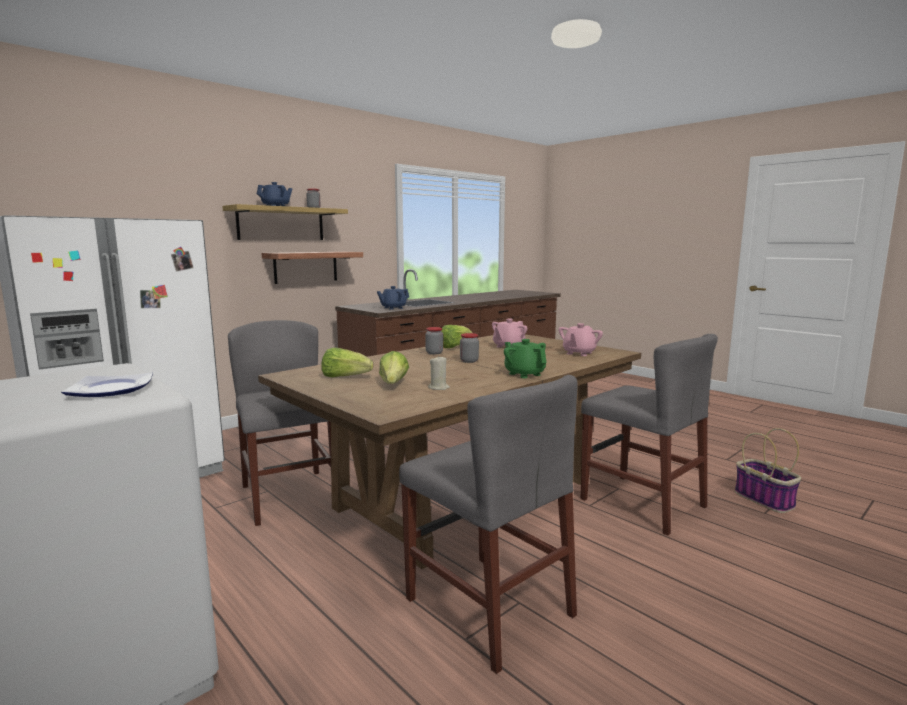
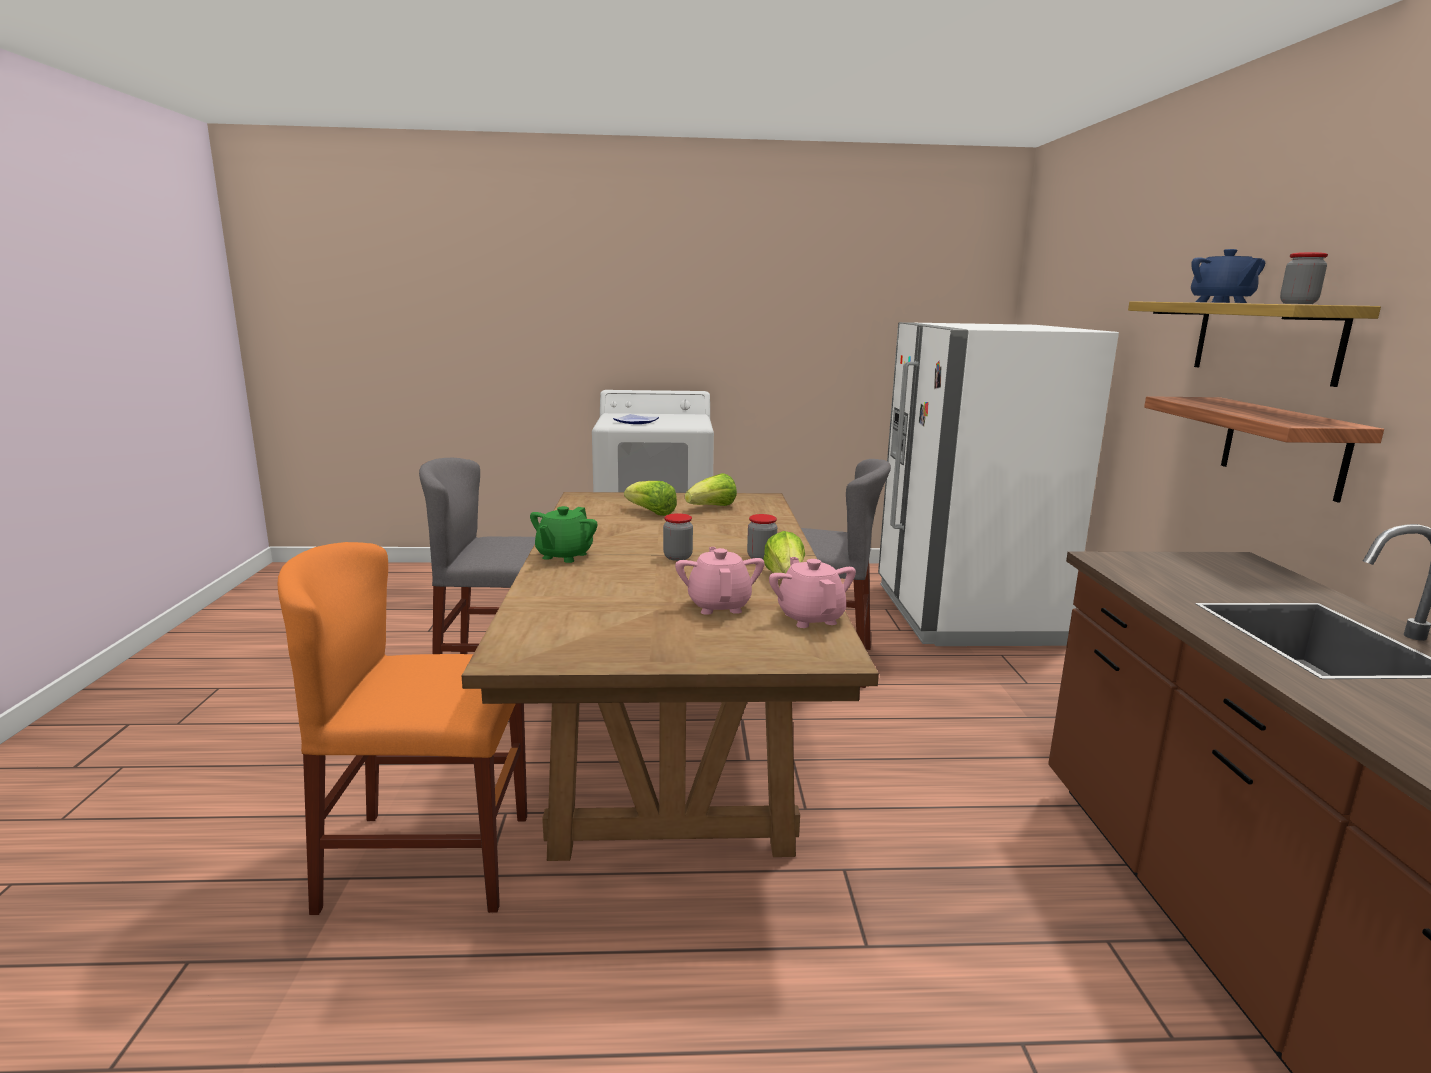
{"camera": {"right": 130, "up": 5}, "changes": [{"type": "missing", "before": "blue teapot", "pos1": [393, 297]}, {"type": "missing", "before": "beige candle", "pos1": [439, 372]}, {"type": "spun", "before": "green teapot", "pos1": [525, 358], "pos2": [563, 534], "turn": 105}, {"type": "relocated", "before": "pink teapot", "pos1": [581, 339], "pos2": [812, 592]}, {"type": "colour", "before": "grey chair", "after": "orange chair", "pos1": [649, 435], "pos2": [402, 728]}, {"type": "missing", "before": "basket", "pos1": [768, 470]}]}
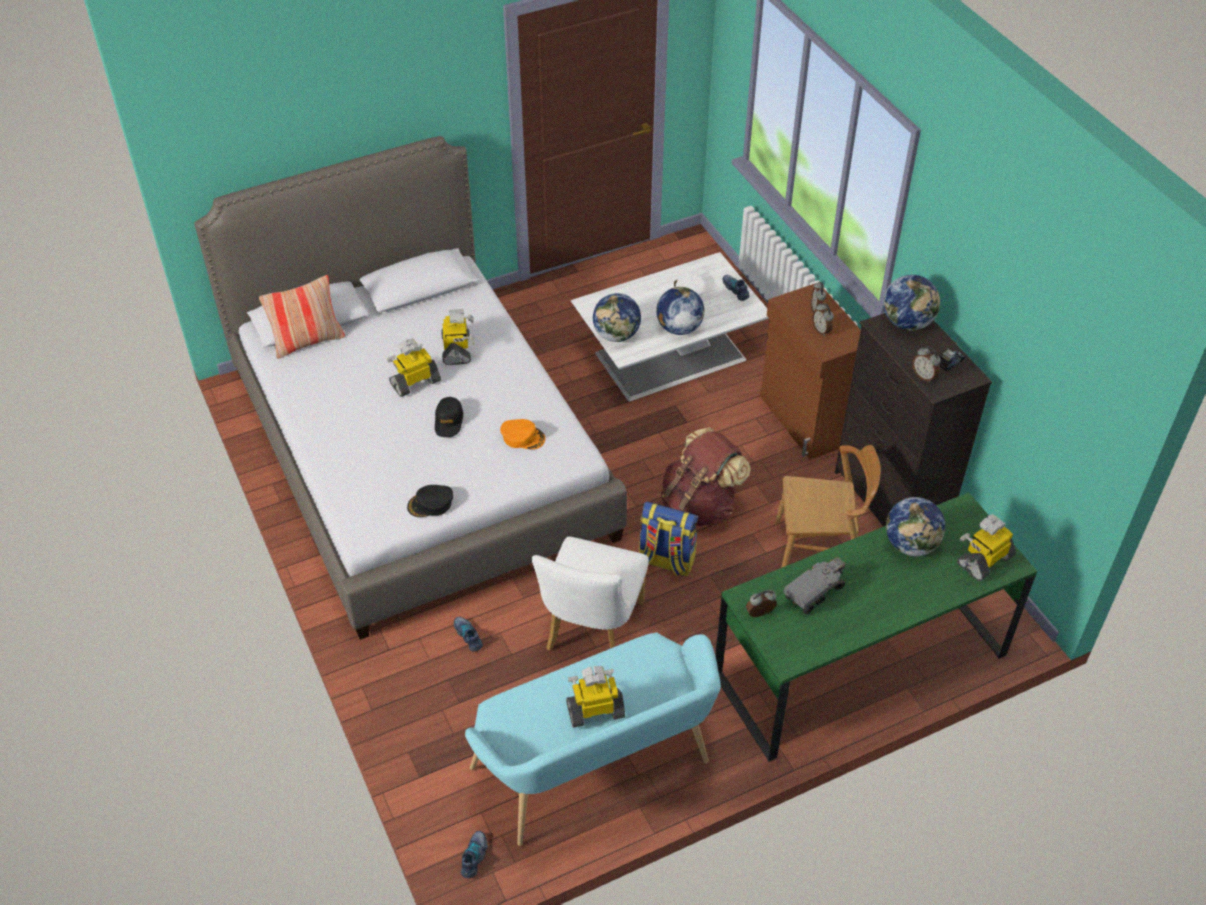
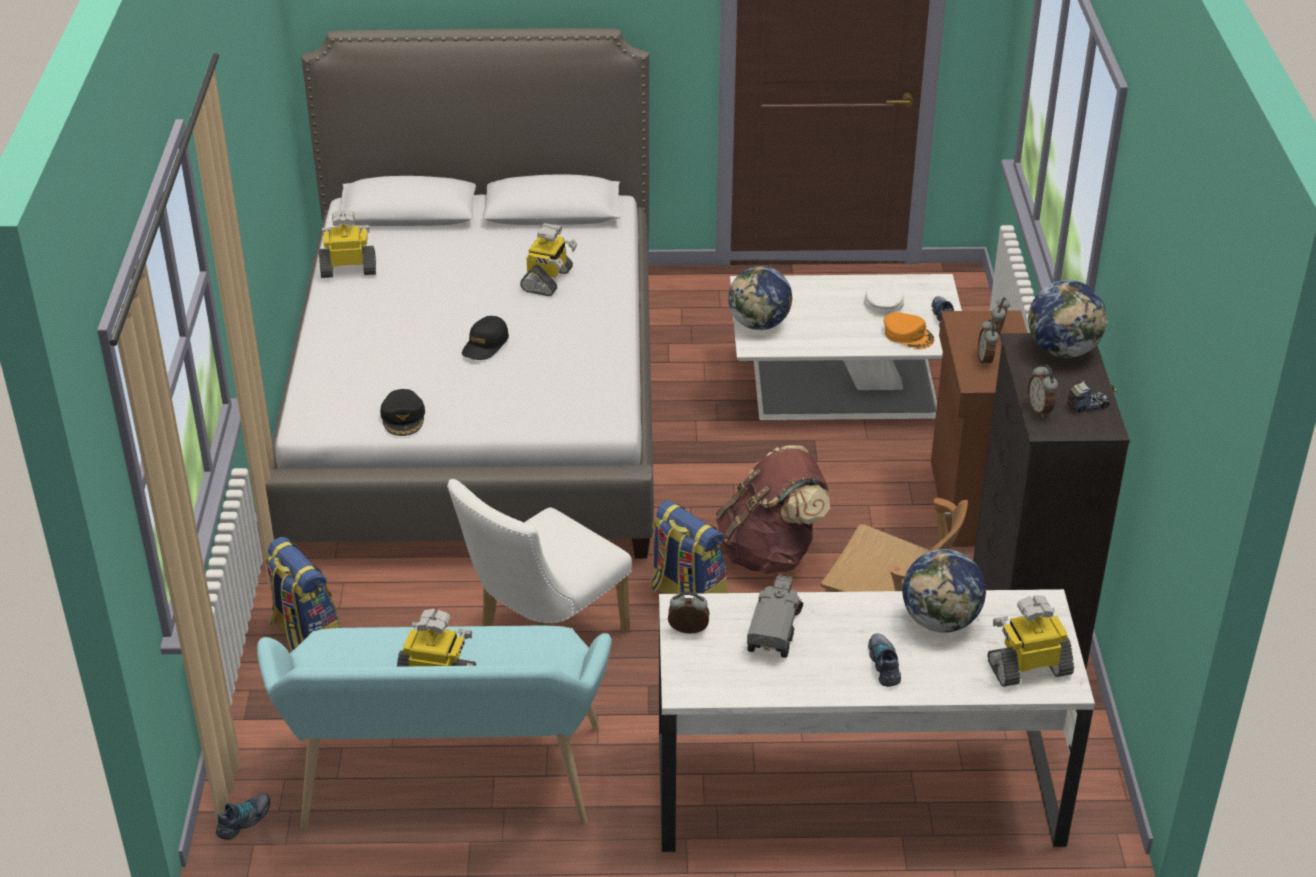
{"camera": {"right": 25, "up": -10}, "changes": [{"type": "missing", "before": "pillow", "pos1": [302, 317]}, {"type": "relocated", "before": "toy robot", "pos1": [414, 368], "pos2": [347, 243]}, {"type": "spun", "before": "black cap", "pos1": [430, 501], "pos2": [402, 412], "turn": -105}, {"type": "relocated", "before": "shoe", "pos1": [468, 634], "pos2": [884, 660]}, {"type": "relocated", "before": "orange cap", "pos1": [522, 434], "pos2": [909, 330]}, {"type": "missing", "before": "globe", "pos1": [680, 311]}, {"type": "colour", "before": "green desk", "after": "white desk", "pos1": [876, 627], "pos2": [877, 720]}, {"type": "spun", "before": "toy truck", "pos1": [814, 585], "pos2": [775, 616], "turn": -60}, {"type": "appeared", "after": "backpack", "pos2": [302, 594]}]}
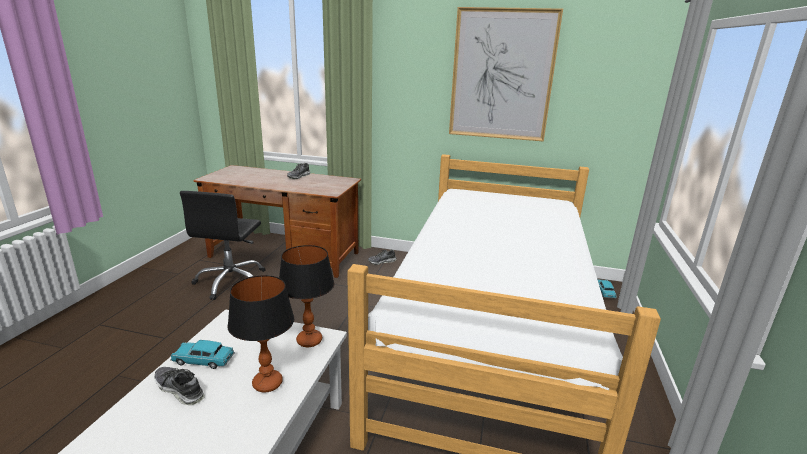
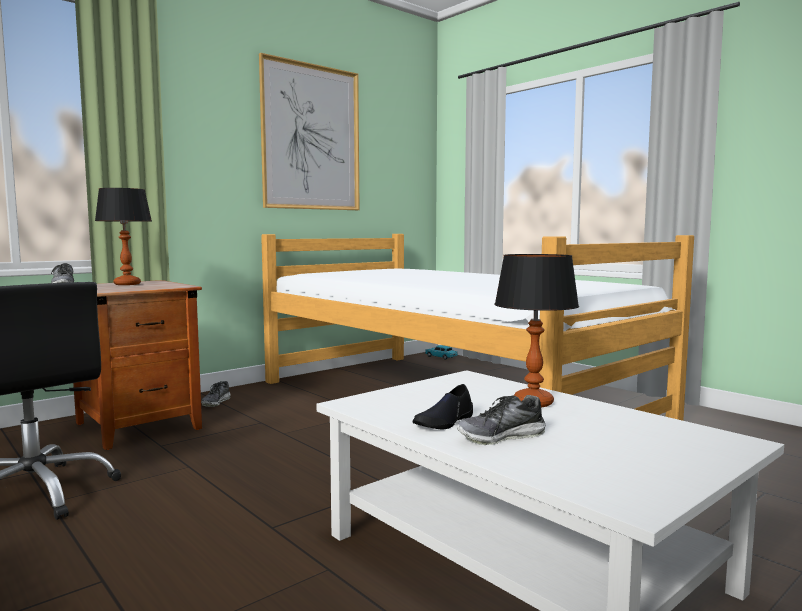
{"camera": {"right": -55, "up": -15}, "changes": [{"type": "exchanged", "before": "turquoise toy car", "after": "black shoe", "pos1": [202, 354], "pos2": [443, 406]}, {"type": "relocated", "before": "table lamp", "pos1": [306, 296], "pos2": [123, 236]}]}
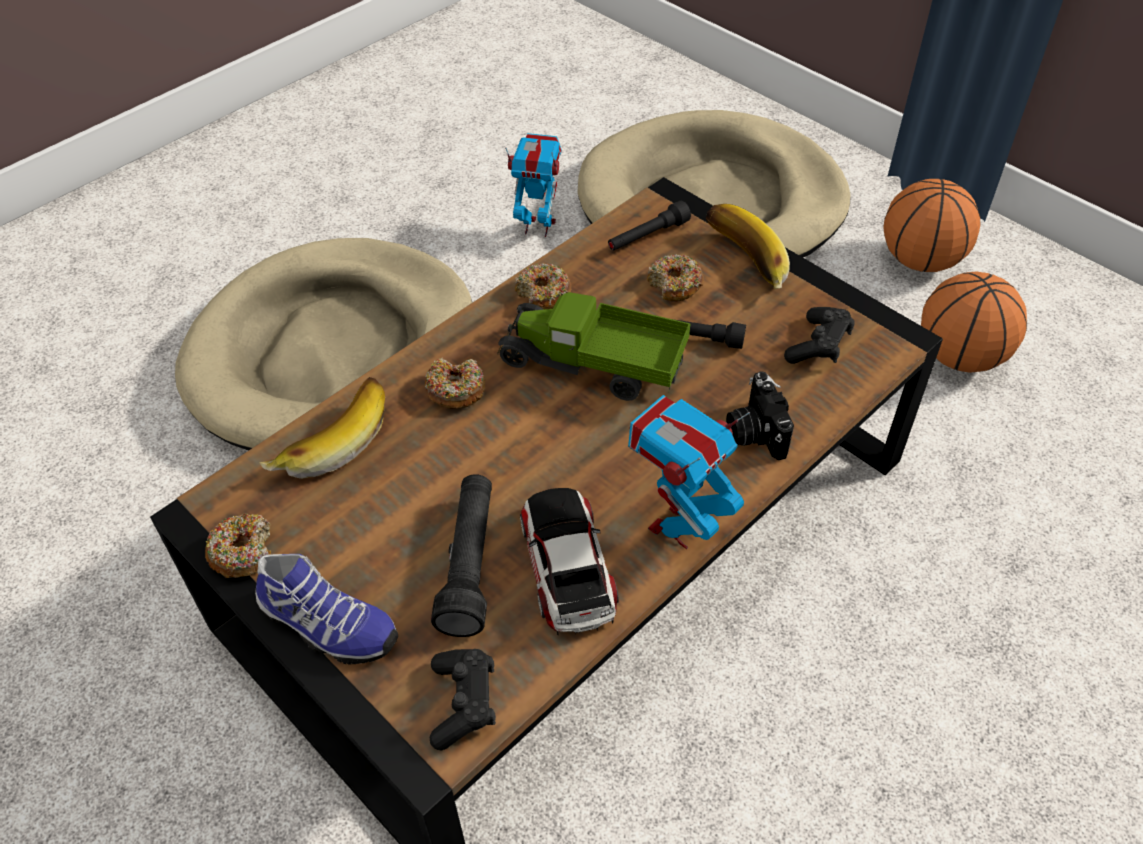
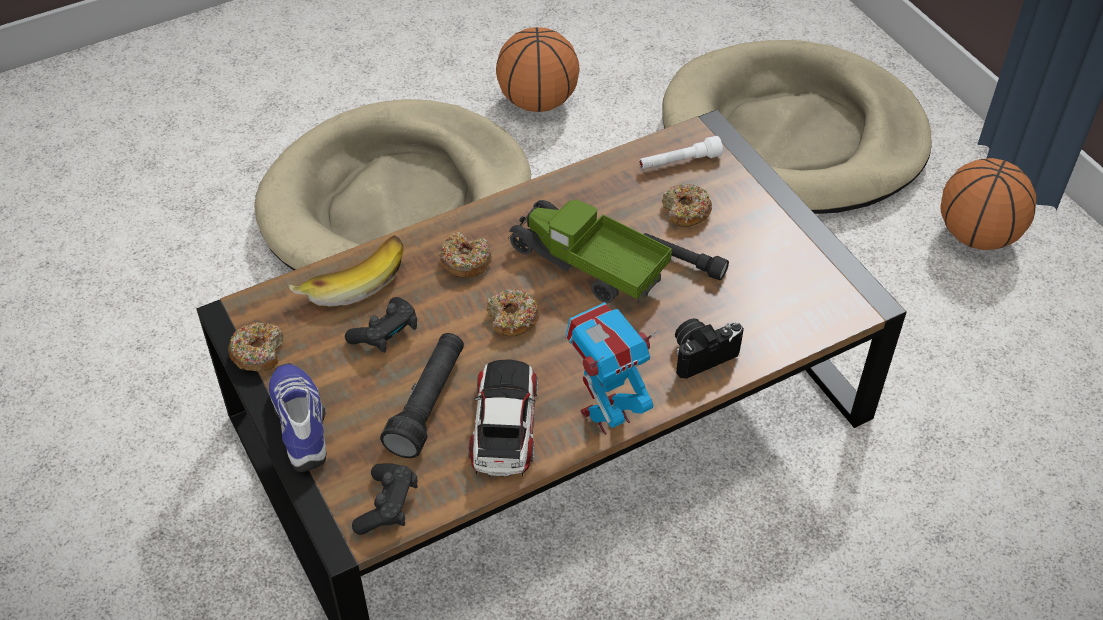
{"camera": {"right": 15, "up": 0}, "changes": [{"type": "spun", "before": "shoe", "pos1": [326, 609], "pos2": [298, 417], "turn": -150}, {"type": "missing", "before": "toy robot", "pos1": [533, 185]}, {"type": "relocated", "before": "donut", "pos1": [543, 286], "pos2": [513, 313]}, {"type": "colour", "before": "black flashlight", "after": "white flashlight", "pos1": [649, 226], "pos2": [681, 152]}, {"type": "missing", "before": "banana", "pos1": [748, 246]}, {"type": "spun", "before": "photo camera", "pos1": [760, 415], "pos2": [709, 348], "turn": 60}, {"type": "relocated", "before": "black game controller", "pos1": [819, 335], "pos2": [381, 325]}, {"type": "relocated", "before": "basketball", "pos1": [974, 322], "pos2": [537, 69]}]}
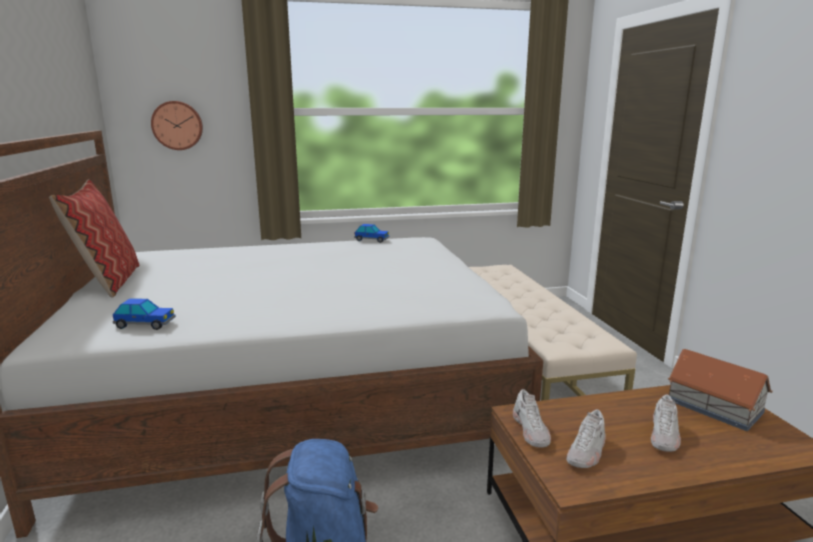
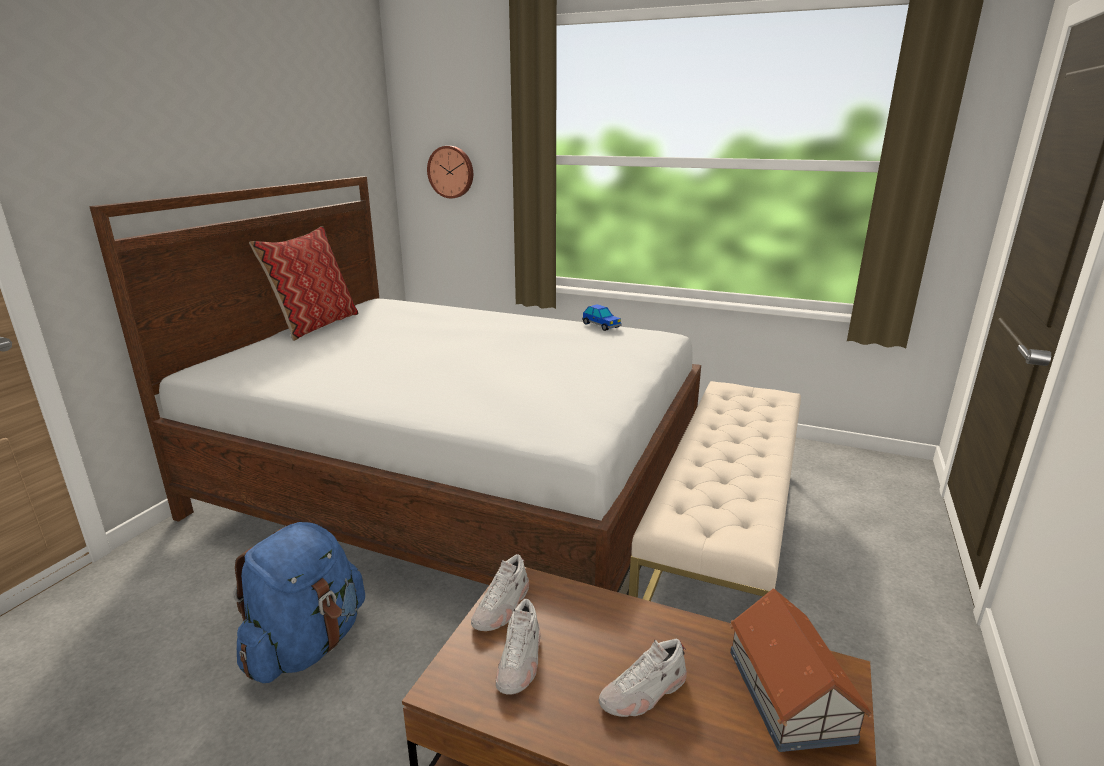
{"camera": {"right": 35, "up": 5}, "changes": [{"type": "missing", "before": "toy car", "pos1": [144, 314]}, {"type": "spun", "before": "white shoe", "pos1": [586, 438], "pos2": [518, 646], "turn": -60}]}
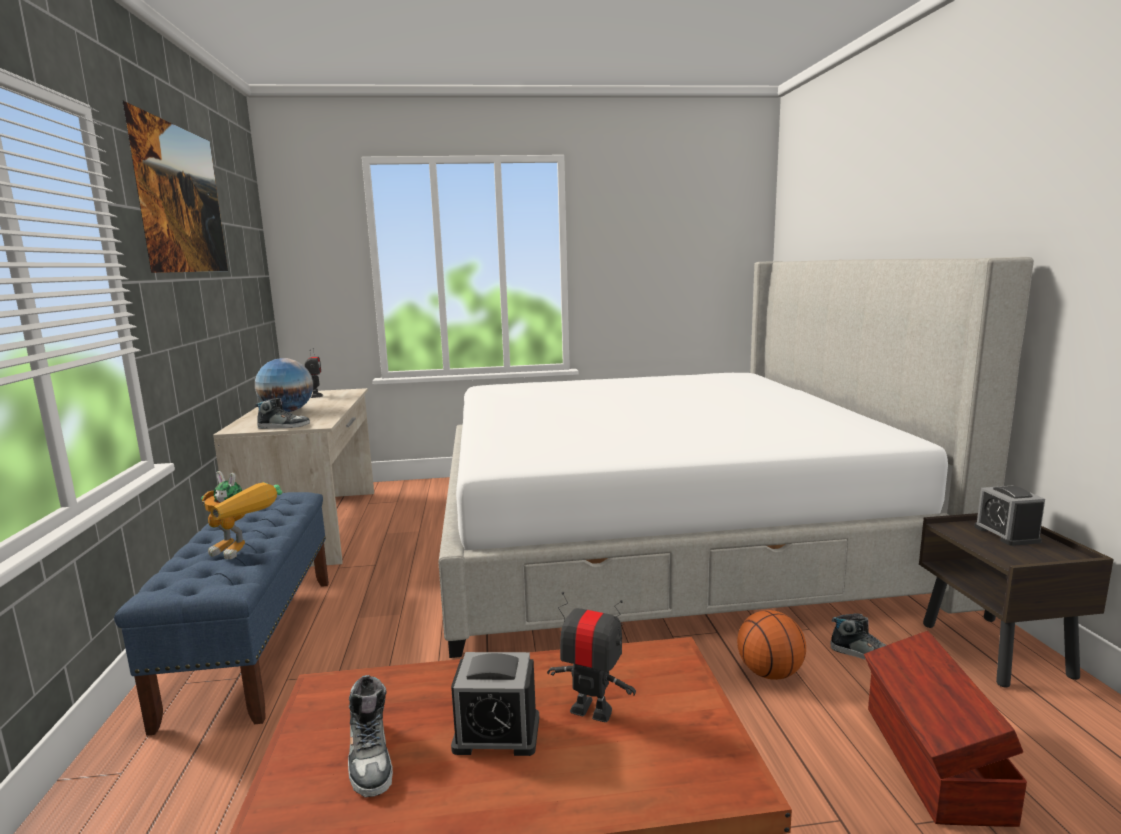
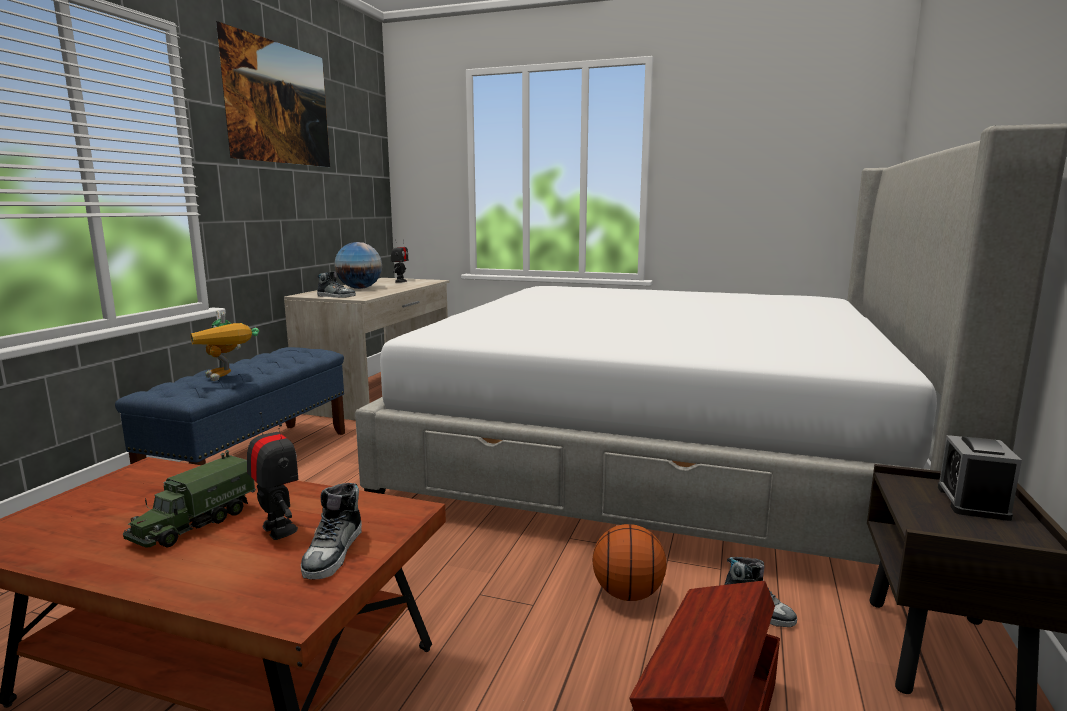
{"camera": {"right": 25, "up": 0}, "changes": [{"type": "relocated", "before": "shoe", "pos1": [370, 736], "pos2": [331, 531]}, {"type": "exchanged", "before": "alarm clock", "after": "toy truck", "pos1": [495, 704], "pos2": [189, 499]}]}
